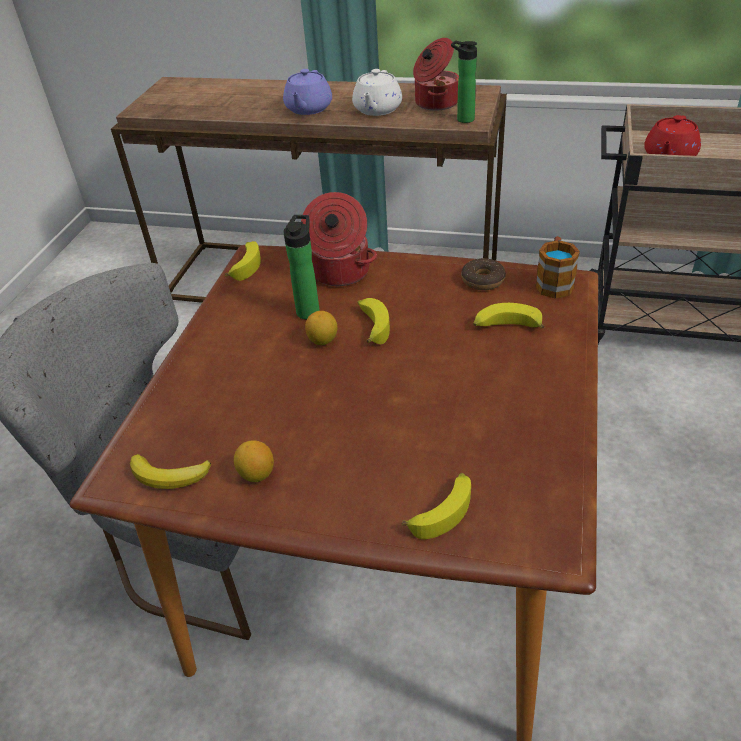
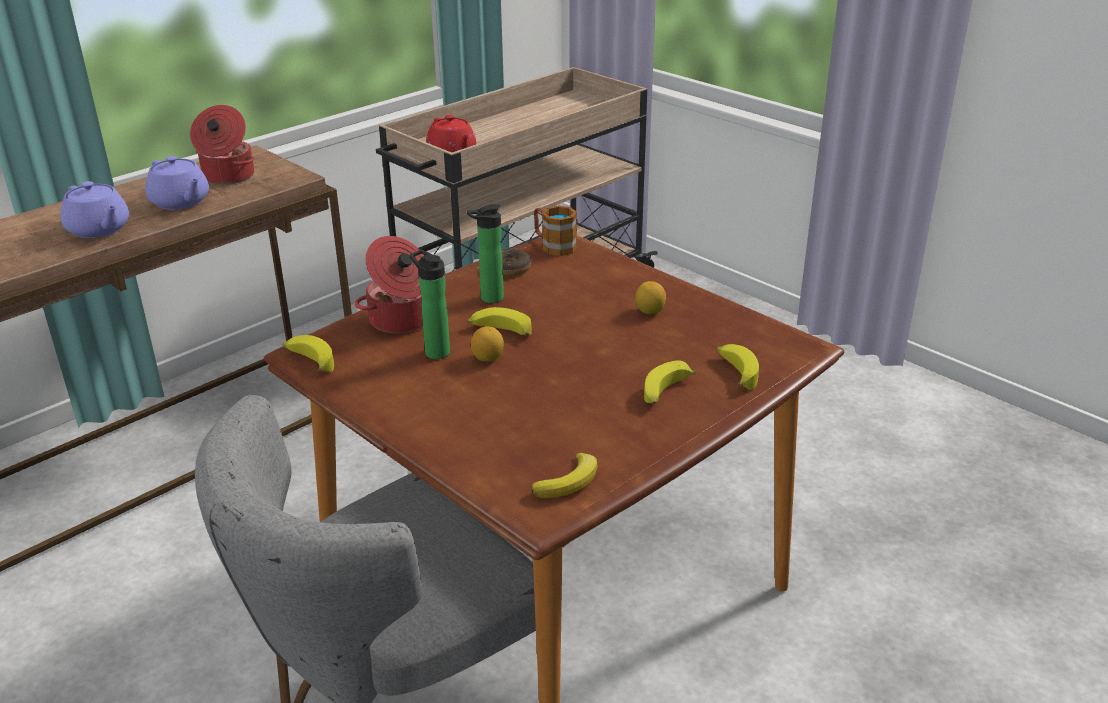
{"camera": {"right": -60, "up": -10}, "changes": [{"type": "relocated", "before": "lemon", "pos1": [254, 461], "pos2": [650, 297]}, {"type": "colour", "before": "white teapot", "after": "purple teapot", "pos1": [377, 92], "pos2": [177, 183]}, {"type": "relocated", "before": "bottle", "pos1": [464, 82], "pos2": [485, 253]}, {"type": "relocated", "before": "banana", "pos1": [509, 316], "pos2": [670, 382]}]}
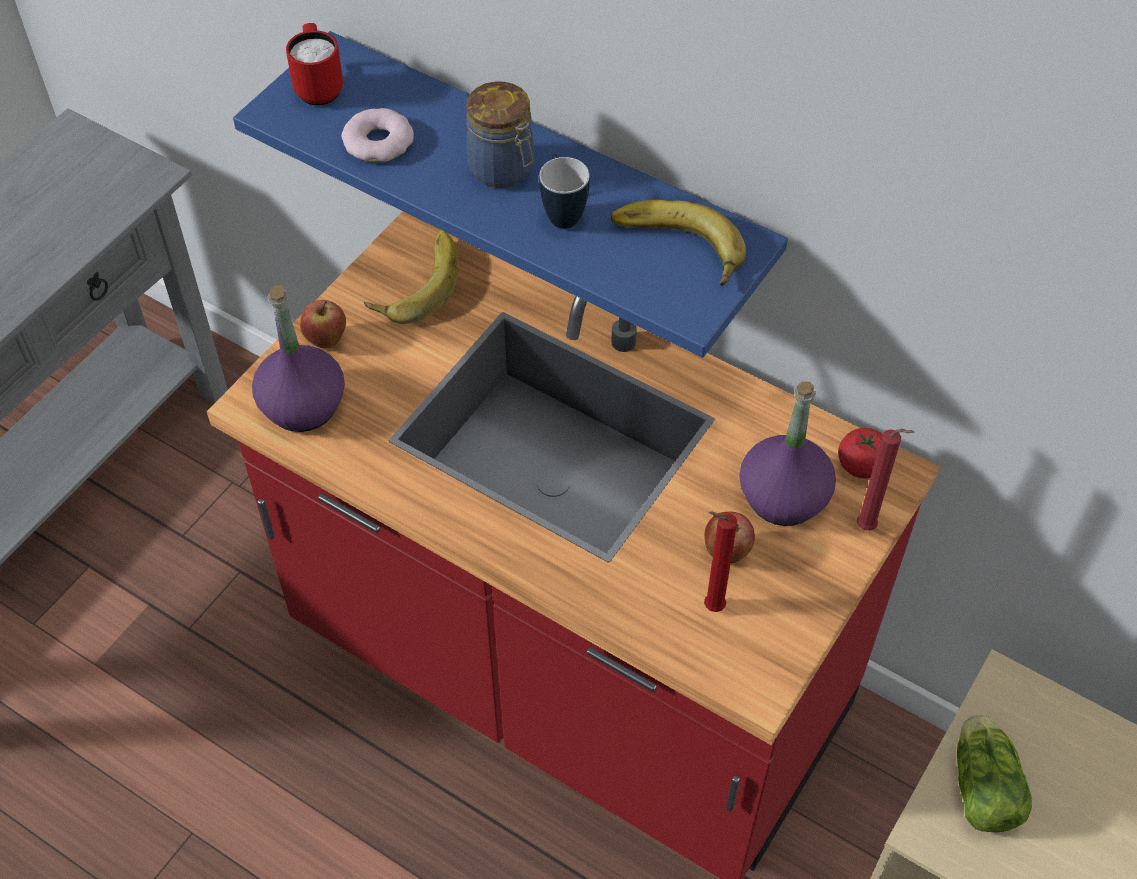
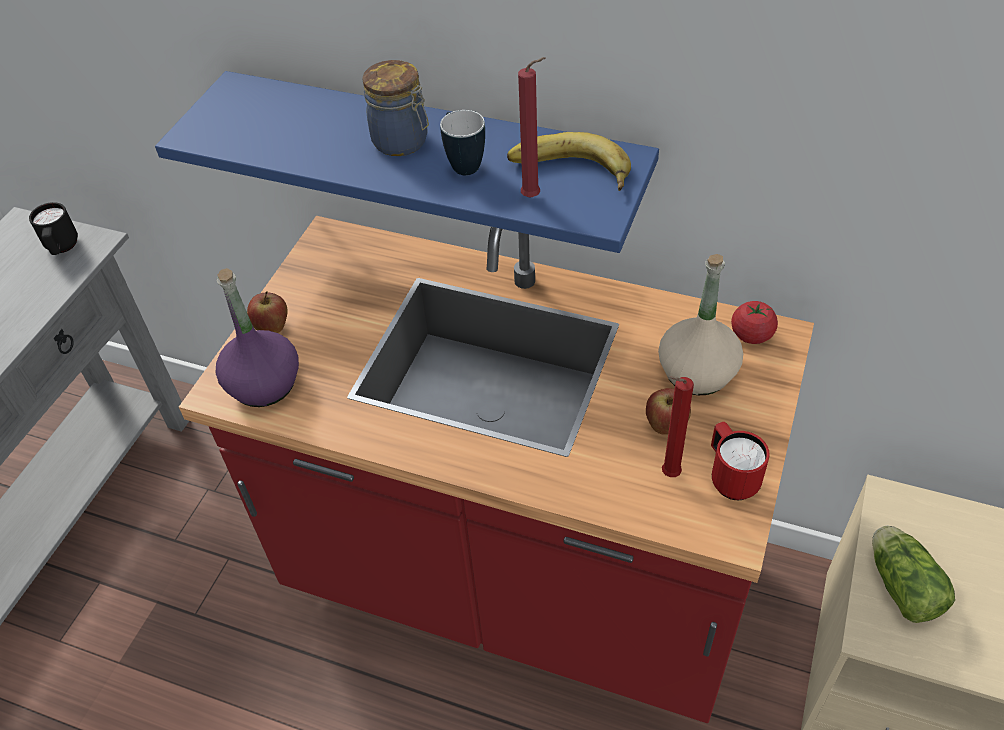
{"camera": {"right": -10, "up": -5}, "changes": [{"type": "relocated", "before": "red mug", "pos1": [314, 64], "pos2": [740, 461]}, {"type": "missing", "before": "donut", "pos1": [377, 135]}, {"type": "missing", "before": "banana", "pos1": [411, 277]}, {"type": "colour", "before": "purple bottle", "after": "beige bottle", "pos1": [787, 454], "pos2": [700, 324]}, {"type": "relocated", "before": "red candle", "pos1": [885, 480], "pos2": [531, 127]}, {"type": "appeared", "after": "black mug", "pos2": [53, 228]}]}
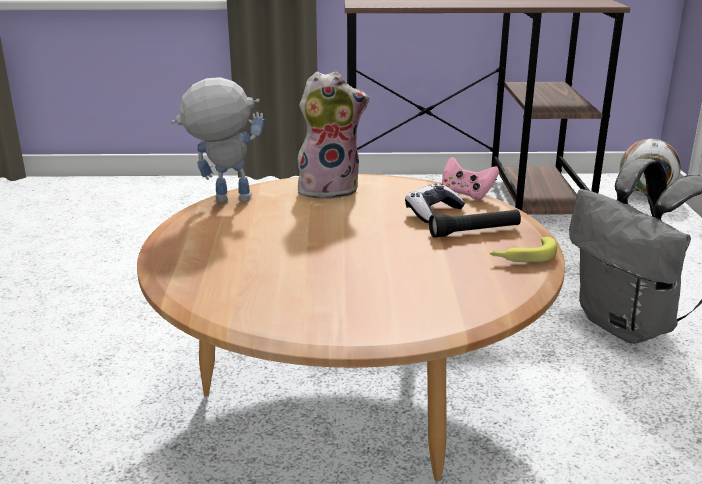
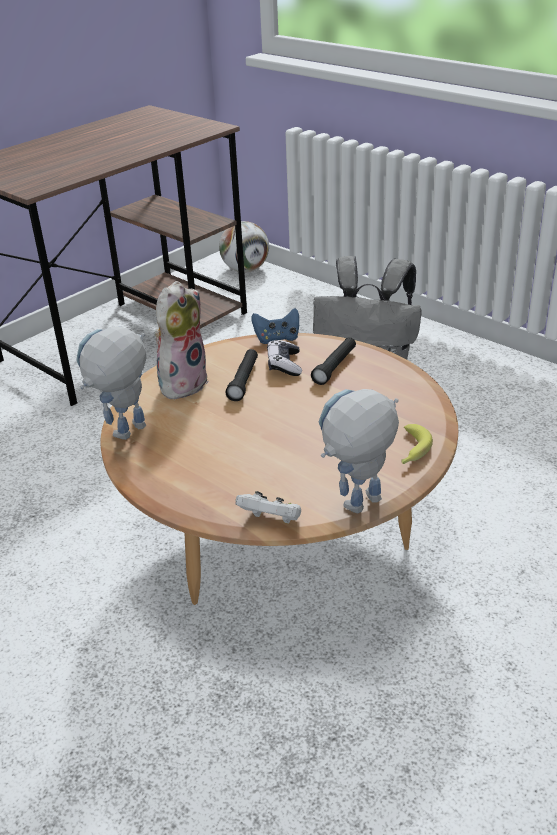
{"camera": {"right": -45, "up": 10}, "changes": [{"type": "colour", "before": "pink game controller", "after": "blue game controller", "pos1": [470, 178], "pos2": [275, 326]}, {"type": "relocated", "before": "banana", "pos1": [523, 249], "pos2": [417, 444]}, {"type": "appeared", "after": "black flashlight", "pos2": [241, 375]}, {"type": "appeared", "after": "white game controller", "pos2": [268, 507]}, {"type": "appeared", "after": "toy robot", "pos2": [358, 451]}]}
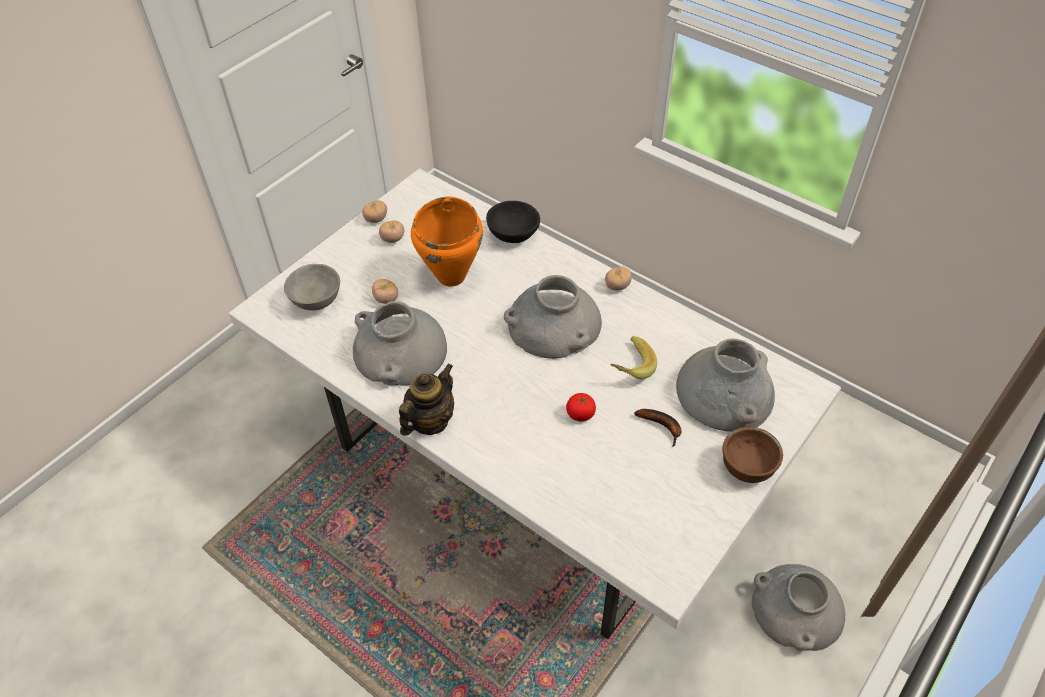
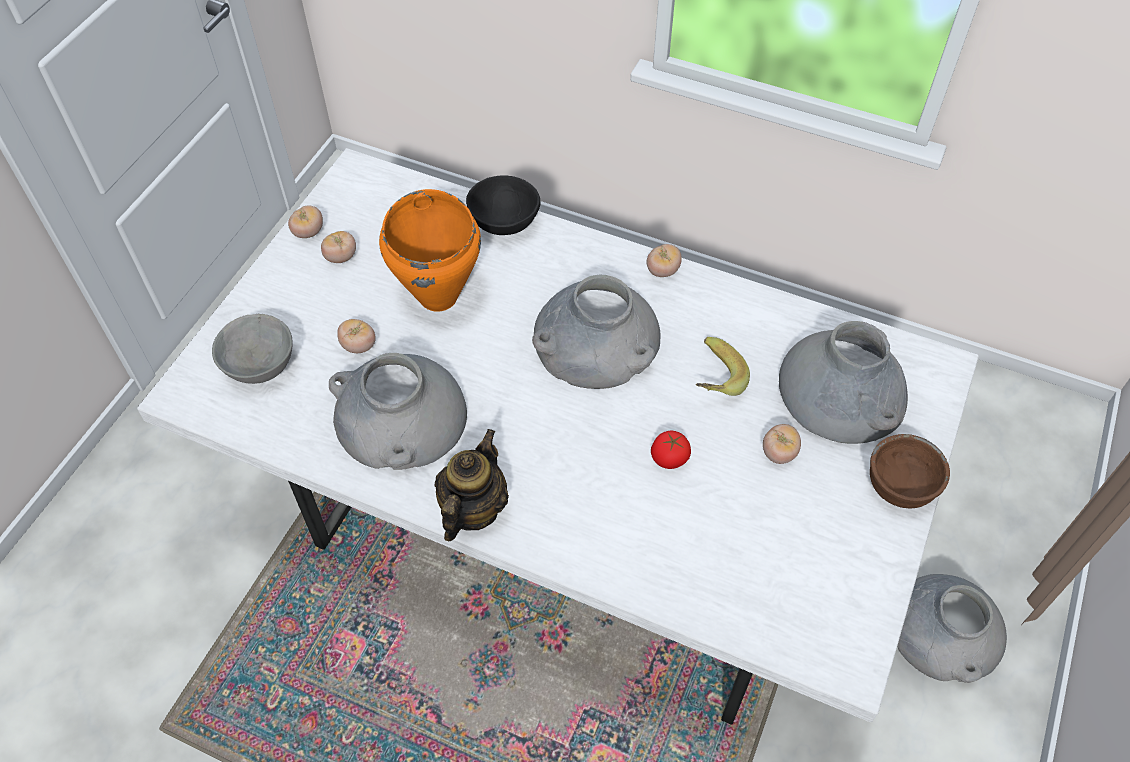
{"camera": {"right": -15, "up": 5}, "changes": [{"type": "exchanged", "before": "banana", "after": "tomato", "pos1": [658, 428], "pos2": [782, 444]}]}
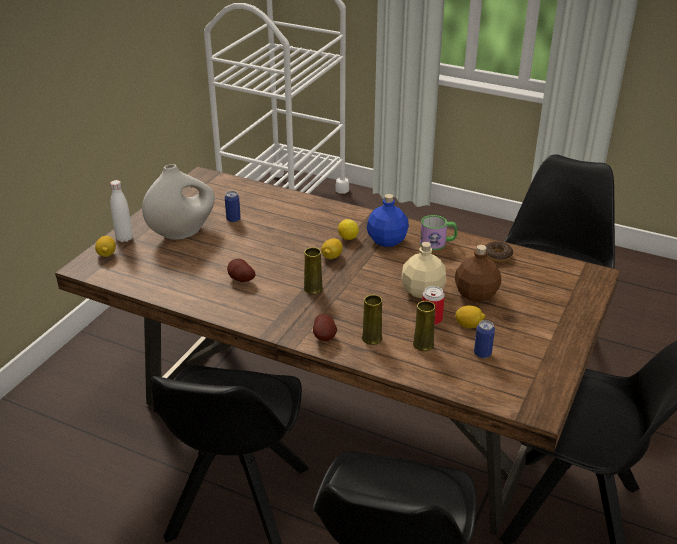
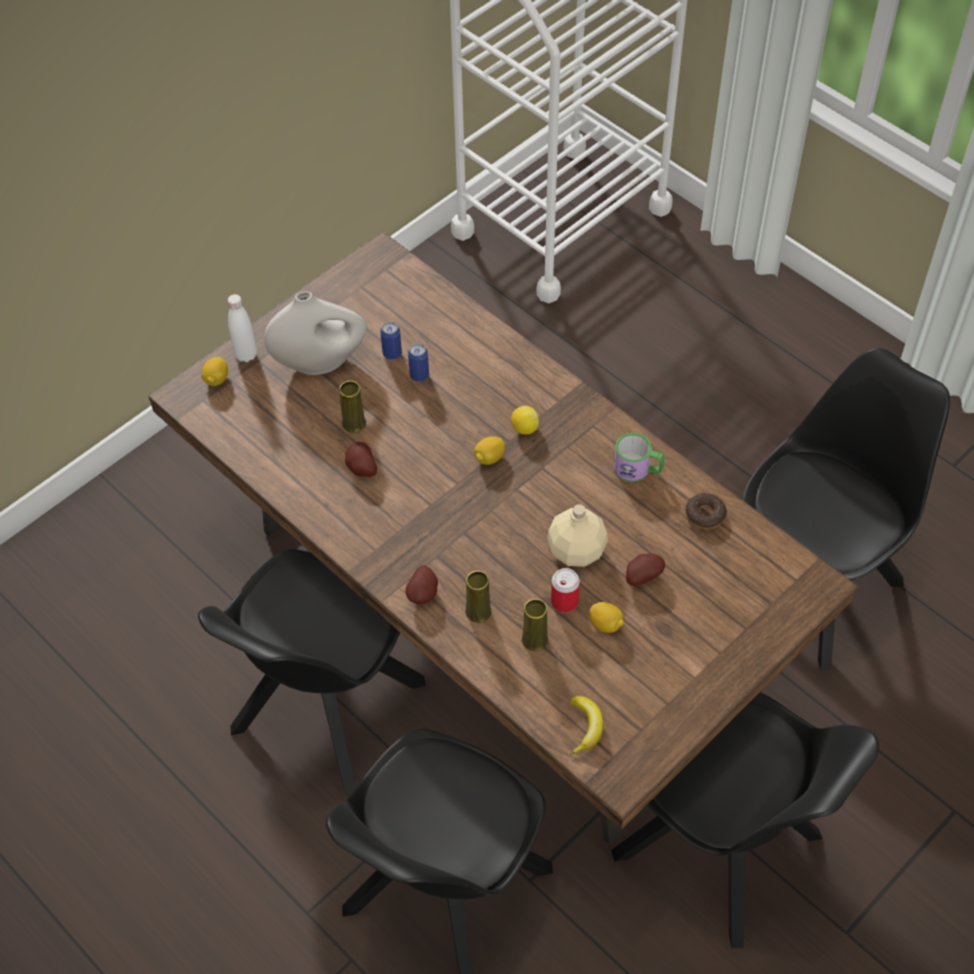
{"camera": {"right": 20, "up": 20}, "changes": [{"type": "relocated", "before": "yellow vase", "pos1": [313, 270], "pos2": [352, 406]}, {"type": "missing", "before": "blue bottle", "pos1": [388, 220]}, {"type": "exchanged", "before": "brown bottle", "after": "potato", "pos1": [478, 273], "pos2": [645, 570]}, {"type": "relocated", "before": "can", "pos1": [484, 339], "pos2": [418, 362]}, {"type": "appeared", "after": "banana", "pos2": [587, 725]}]}
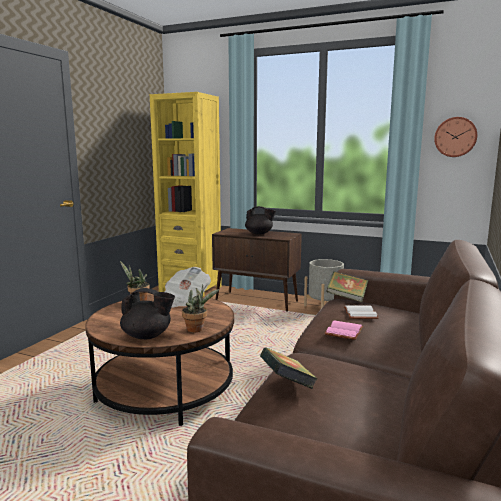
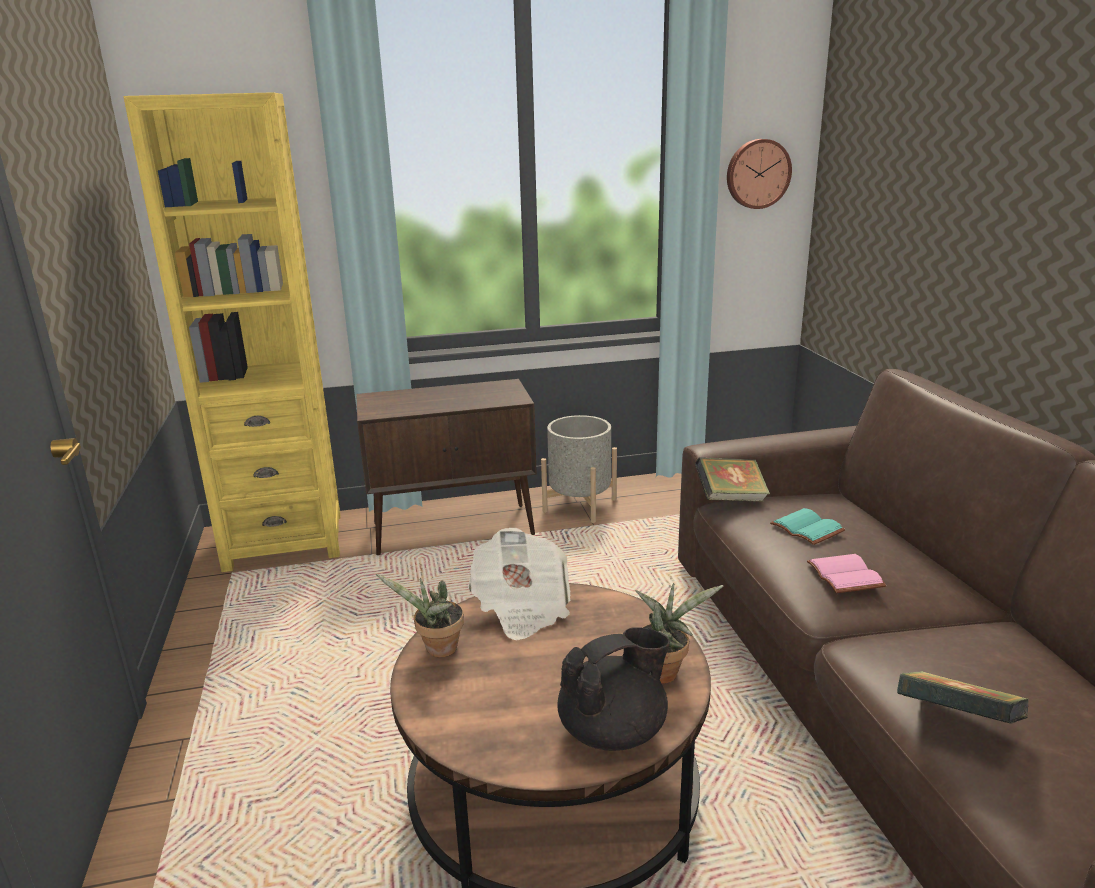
{"camera": {"right": -35, "up": 10}, "changes": [{"type": "missing", "before": "black teapot", "pos1": [260, 220]}, {"type": "colour", "before": "white book", "after": "turquoise book", "pos1": [361, 312], "pos2": [807, 526]}]}
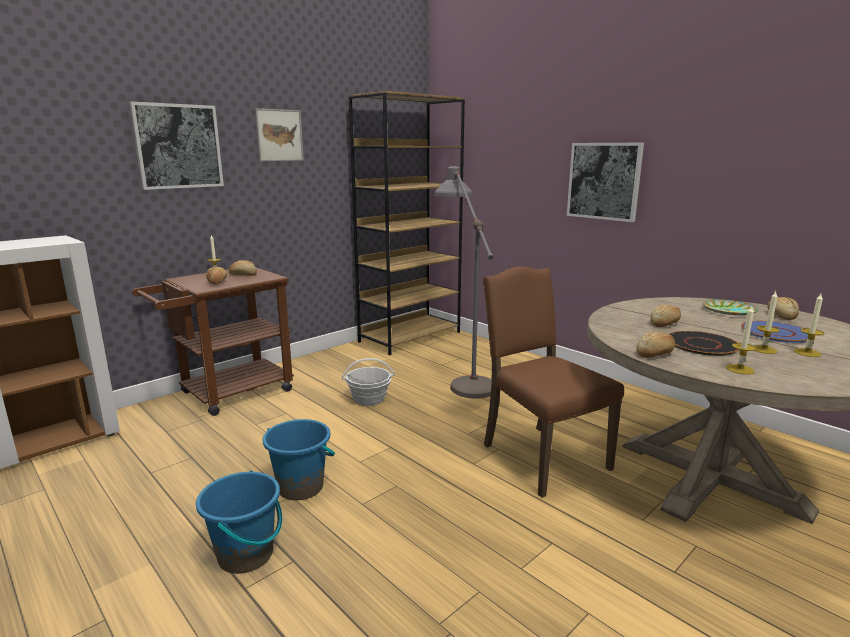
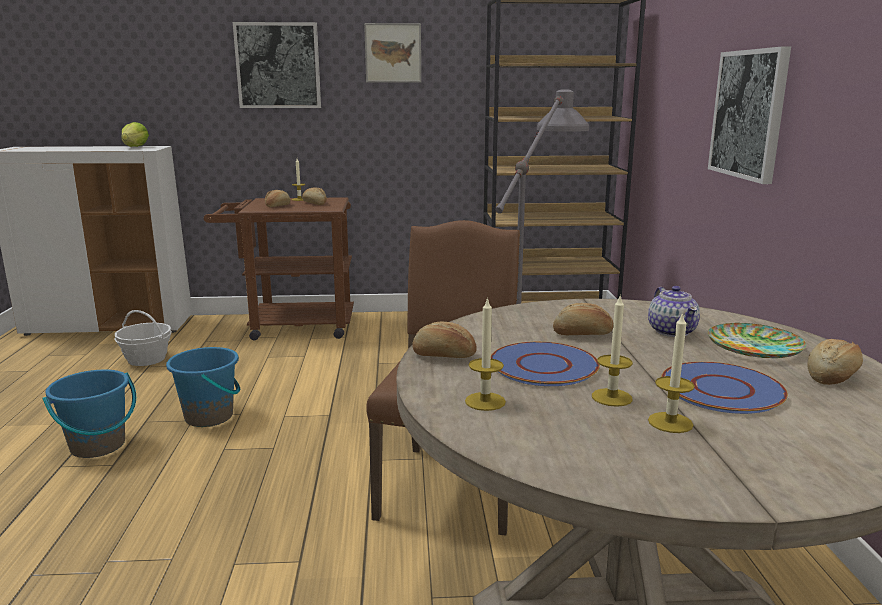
{"camera": {"right": 40, "up": 0}, "changes": [{"type": "relocated", "before": "basket", "pos1": [368, 382], "pos2": [143, 338]}, {"type": "colour", "before": "black plate", "after": "blue plate", "pos1": [704, 343], "pos2": [545, 364]}, {"type": "appeared", "after": "lettuce", "pos2": [135, 134]}, {"type": "appeared", "after": "teapot", "pos2": [674, 311]}]}
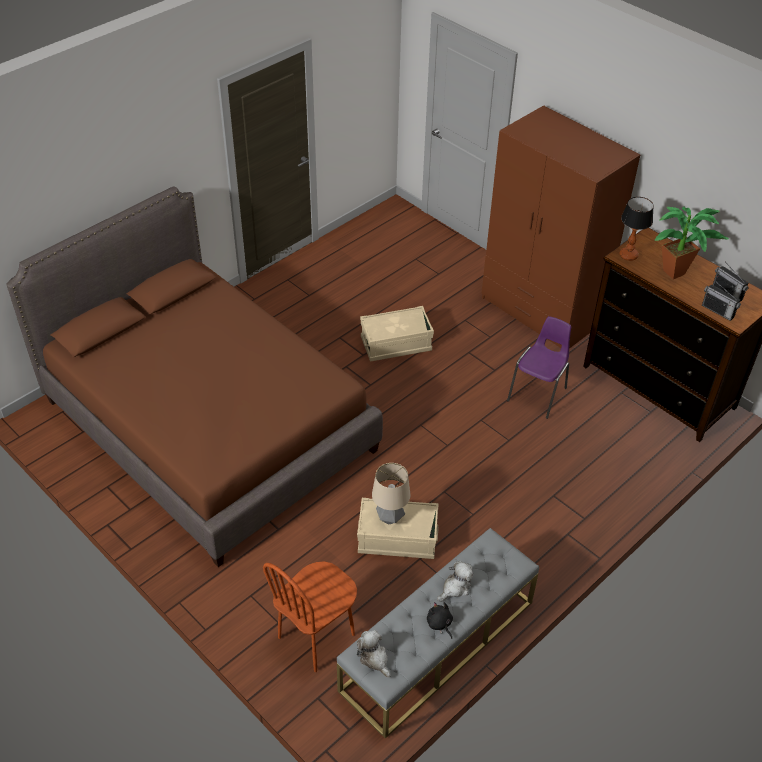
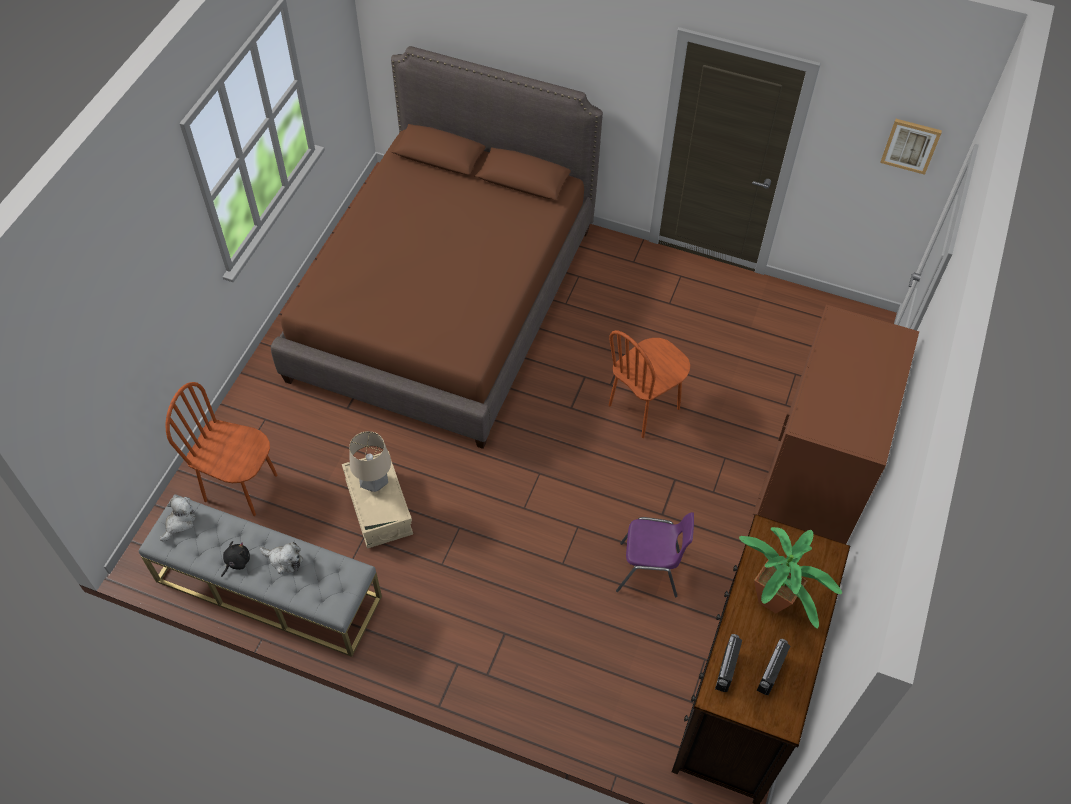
{"camera": {"right": 65, "up": 10}, "changes": [{"type": "exchanged", "before": "beige storage box", "after": "brown chair", "pos1": [397, 334], "pos2": [649, 384]}, {"type": "missing", "before": "table lamp", "pos1": [637, 229]}, {"type": "appeared", "after": "picture", "pos2": [911, 147]}]}
